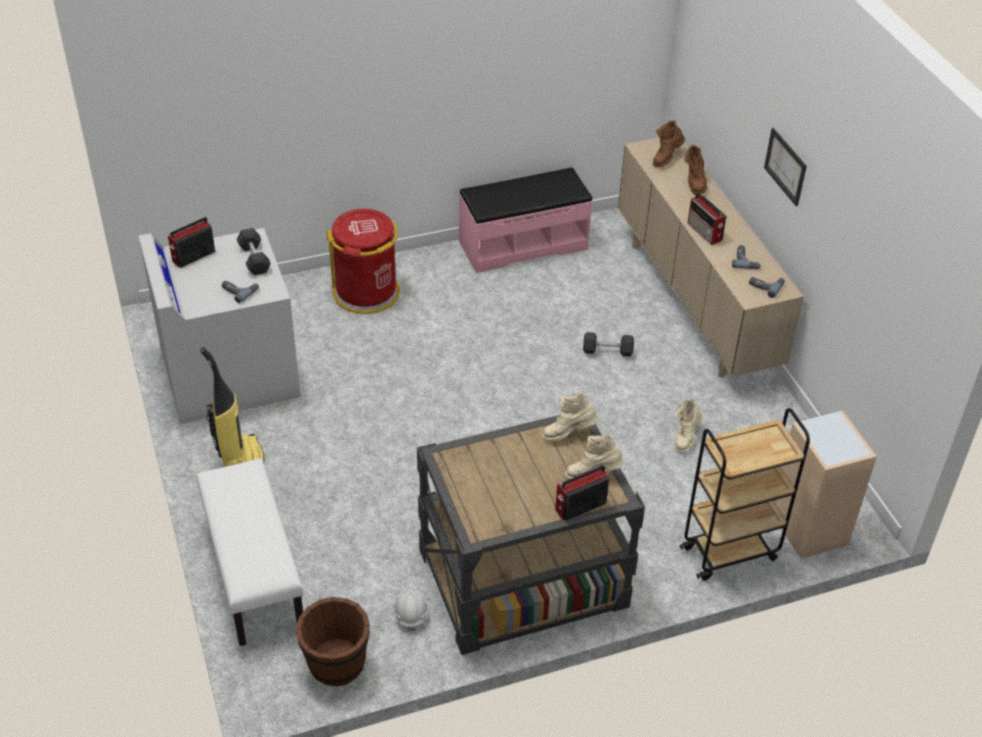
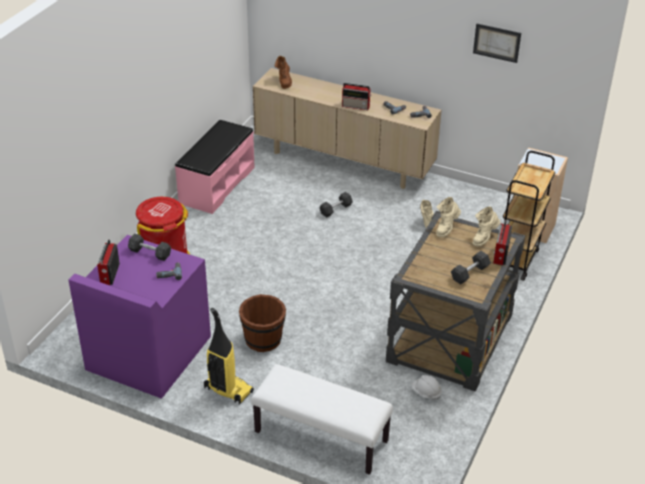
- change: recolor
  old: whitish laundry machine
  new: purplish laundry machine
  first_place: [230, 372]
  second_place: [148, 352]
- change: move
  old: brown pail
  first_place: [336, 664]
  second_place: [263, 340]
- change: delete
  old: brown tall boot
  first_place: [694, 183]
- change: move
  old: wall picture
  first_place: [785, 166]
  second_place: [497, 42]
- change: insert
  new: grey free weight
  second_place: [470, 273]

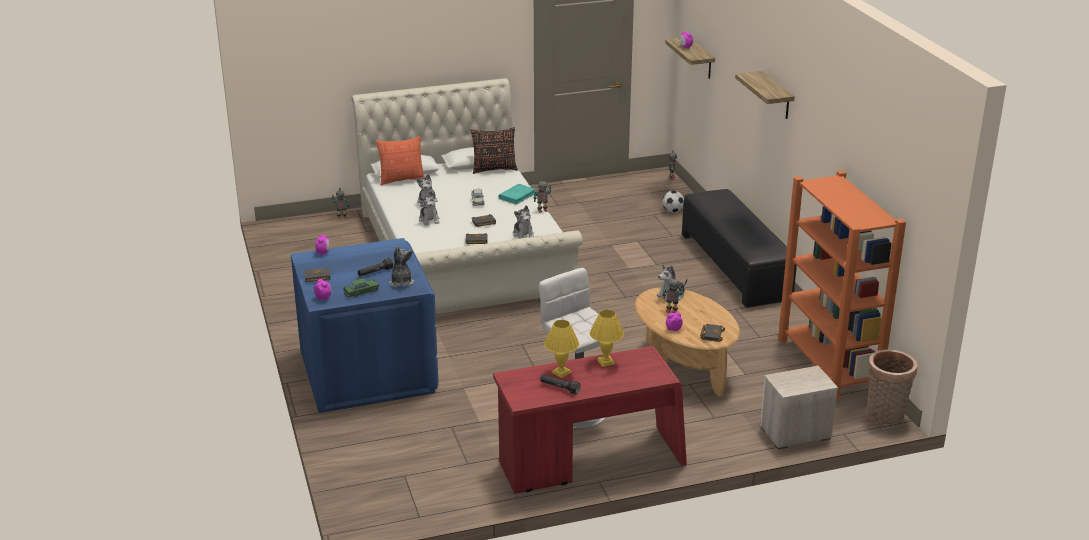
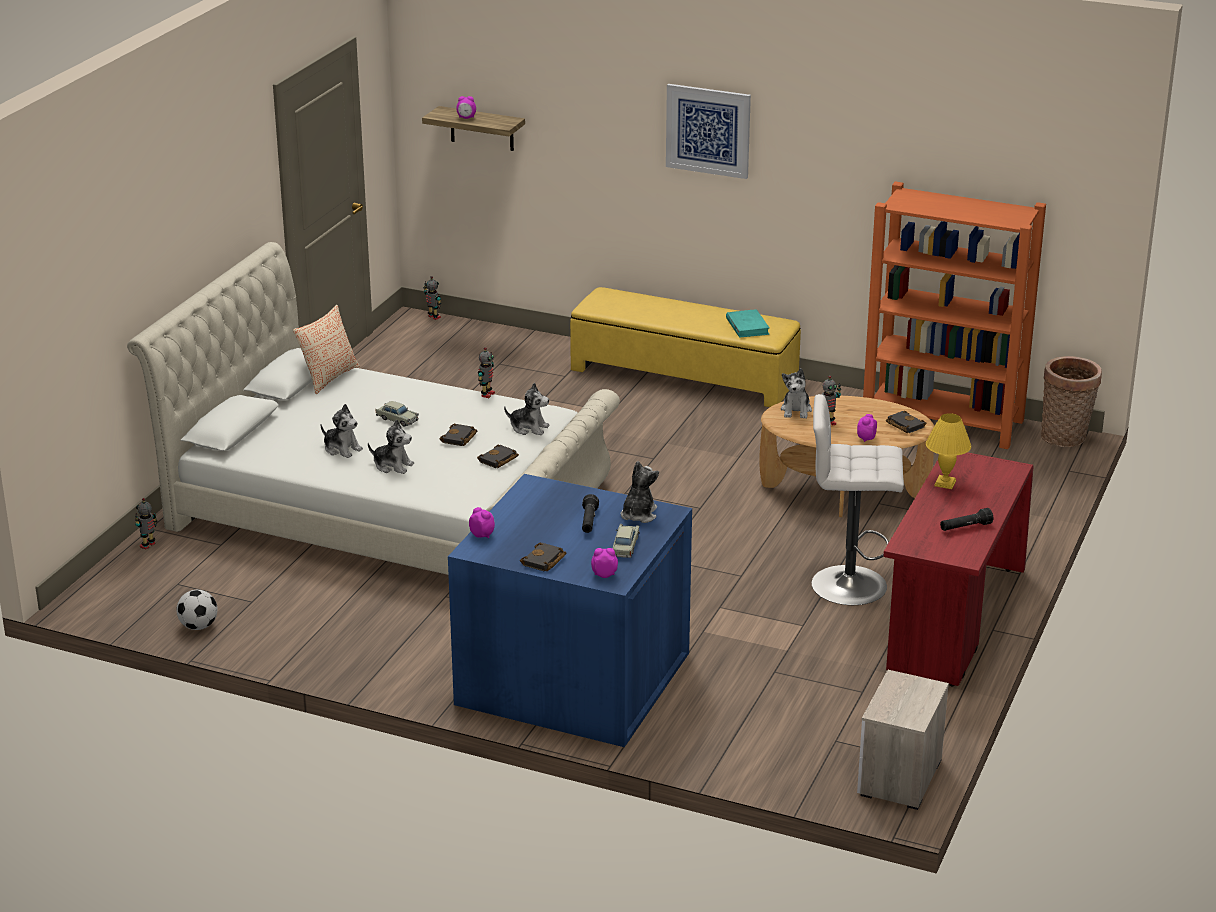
- change: recolor
  old: green miniature car
  new: beige-coloured miniature car
  first_place: [361, 292]
  second_place: [625, 546]
- change: delete
  old: orange throw pillow
  first_place: [402, 180]
- change: rotate
  old: plush toy
  first_place: [401, 282]
  second_place: [638, 515]
  degrees: 75
- change: recolor
  old: black-coloured throw pillow
  new: beige-coloured throw pillow
  first_place: [494, 169]
  second_place: [329, 378]
- change: move
  old: turquoise book
  first_place: [517, 196]
  second_place: [747, 326]
- change: delete
  old: yellow-coloured lamp for a table
  first_place: [561, 373]
- change: move
  old: football ball
  first_place: [672, 211]
  second_place: [198, 626]
- change: recolor
  old: black-coloured bench
  new: yellow-coloured bench
  first_place: [735, 266]
  second_place: [685, 375]
- change: replace
  old: wall shelf
  new: wall picture
  first_place: [776, 96]
  second_place: [708, 130]
- change: move
  old: bedside table
  first_place: [794, 432]
  second_place: [899, 778]

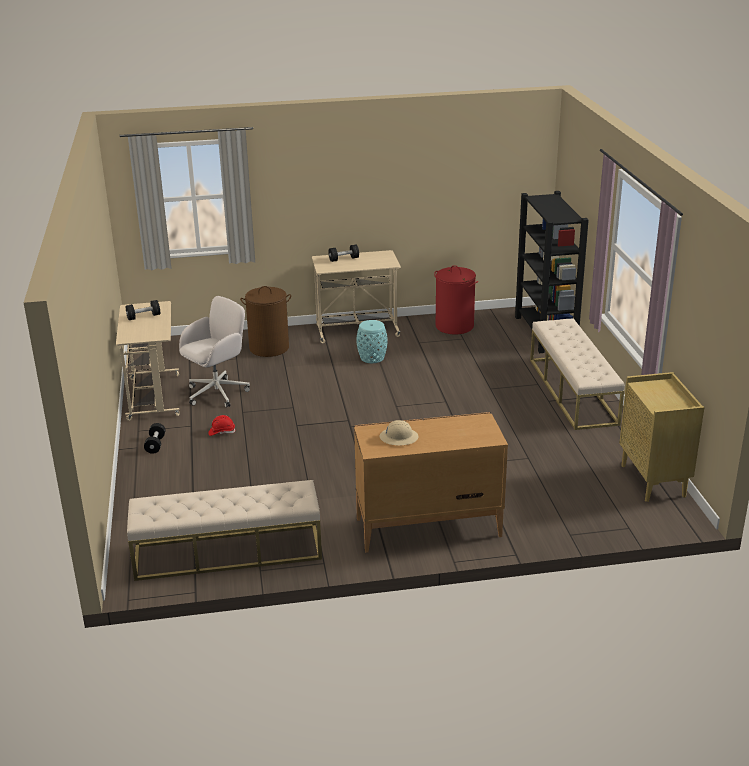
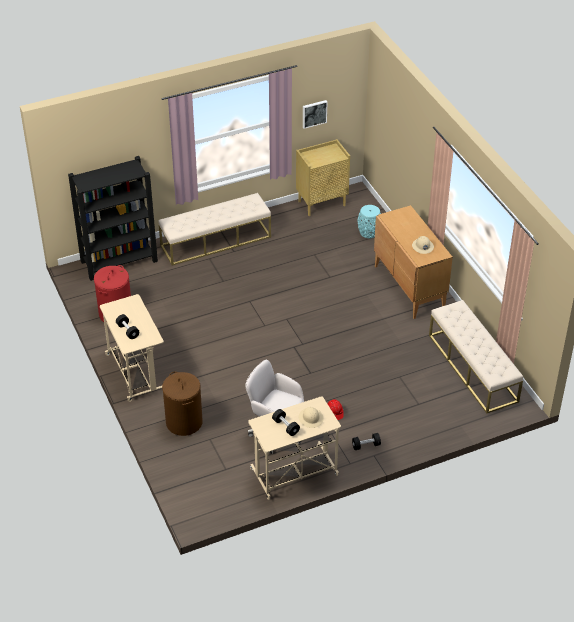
- change: move
  old: turquoise stool seat
  first_place: [372, 358]
  second_place: [369, 232]
- change: insert
  new: beige-coloured work helmet
  second_place: [311, 418]
- change: insert
  new: wall picture
  second_place: [314, 113]

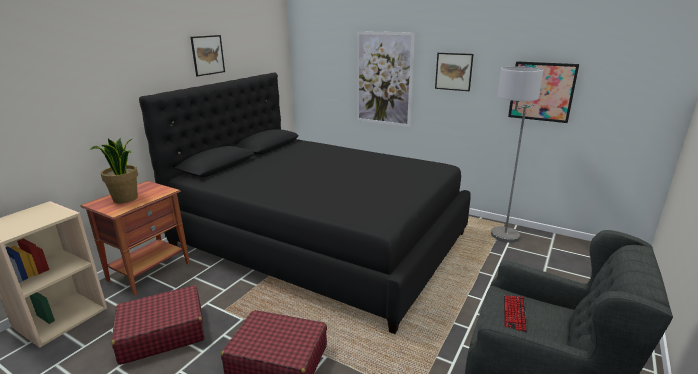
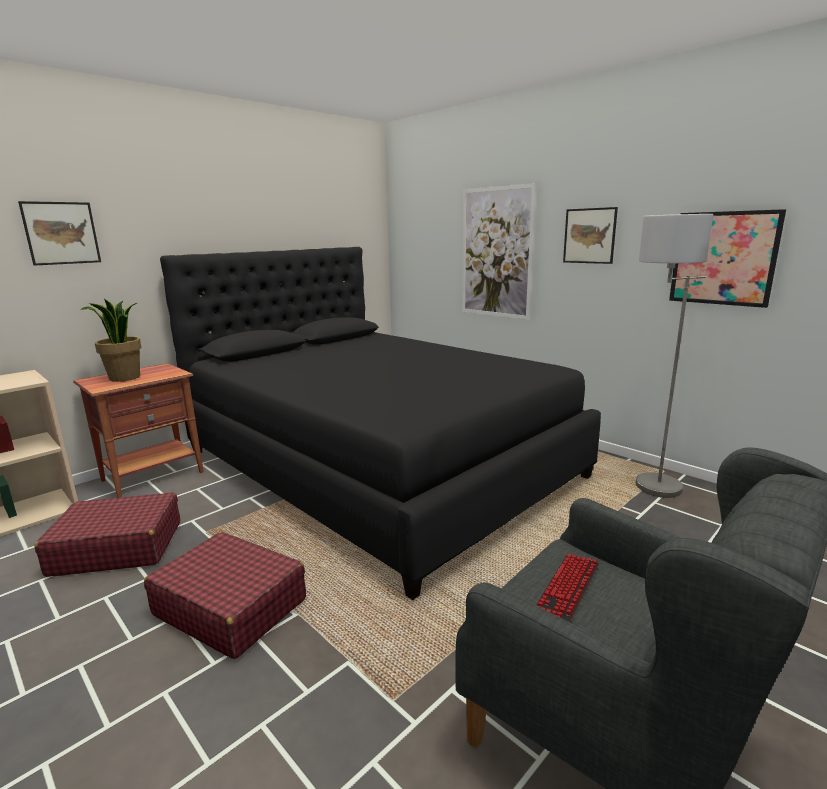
- change: move
  old: wall picture
  first_place: [208, 55]
  second_place: [61, 233]

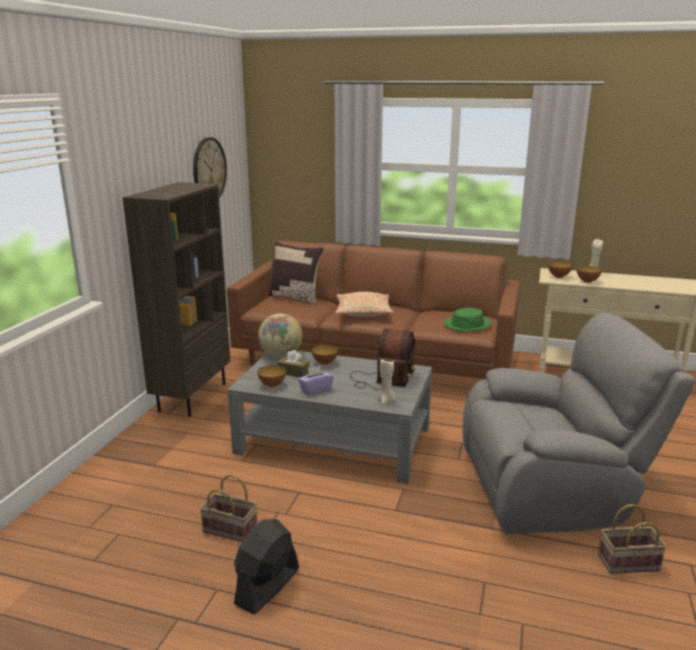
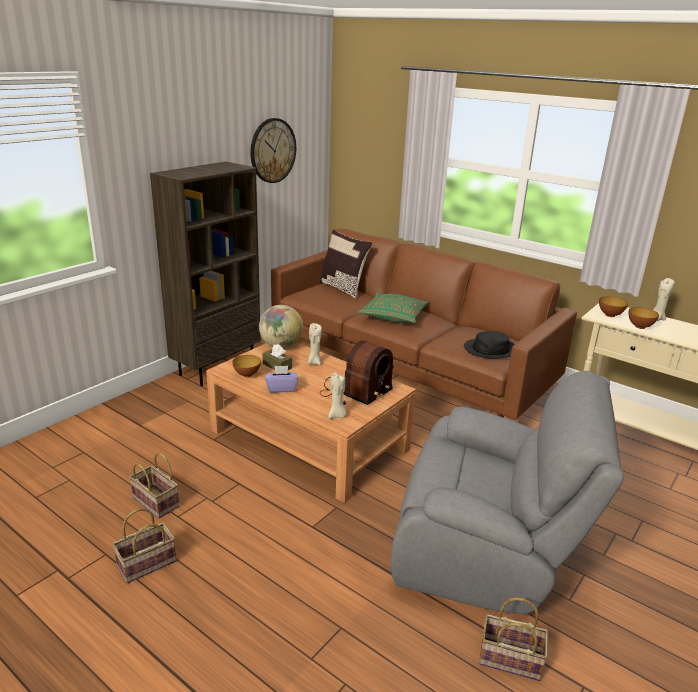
- change: recolor
  old: grey low table
  new: brown low table
  first_place: [335, 440]
  second_place: [309, 440]
- change: replace
  old: black-coloured electric fan
  new: basket
  first_place: [267, 586]
  second_place: [146, 565]
- change: replace
  old: deep dish
  new: beige-coloured candle
  first_place: [325, 363]
  second_place: [314, 362]
- change: recolor
  old: beige-coloured throw pillow
  new: green throw pillow
  first_place: [363, 313]
  second_place: [393, 317]
- change: recolor
  old: green wearable hat
  new: black-coloured wearable hat
  first_place: [467, 324]
  second_place: [490, 349]

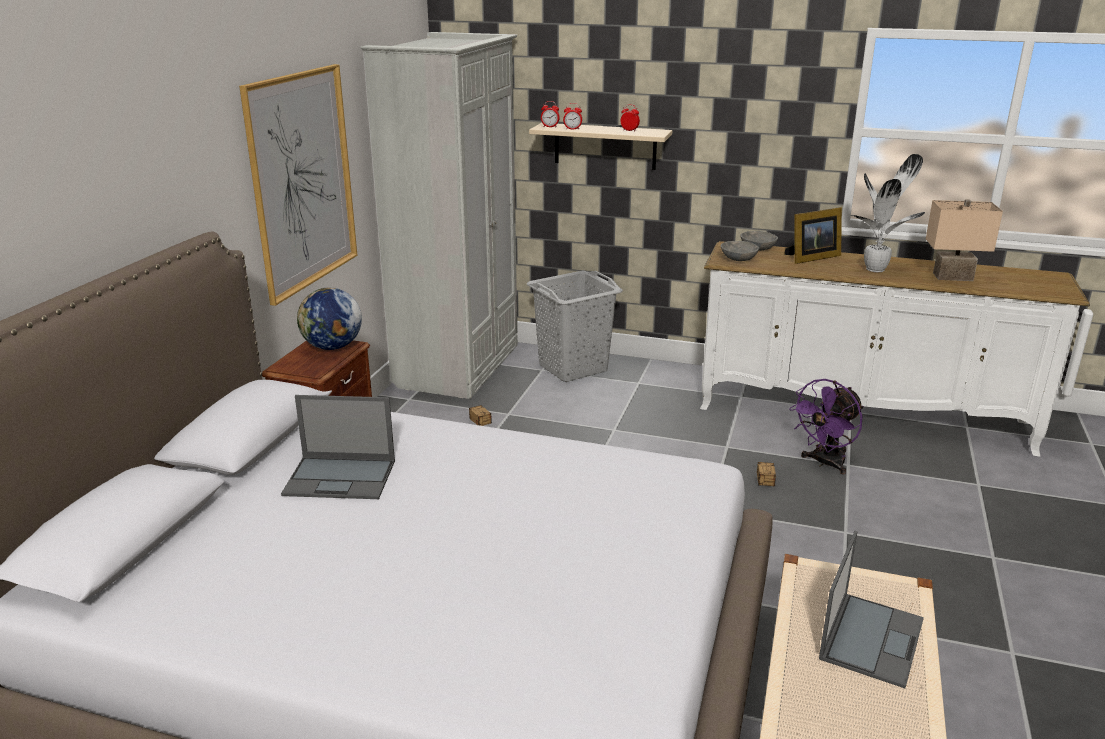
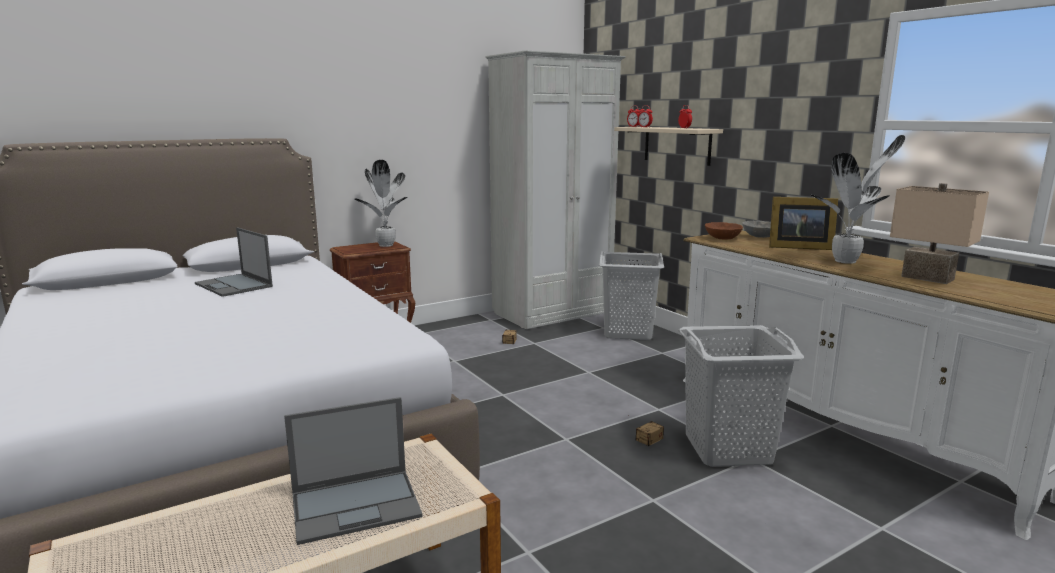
- change: delete
  old: wall picture
  first_place: [303, 181]
- change: replace
  old: globe
  new: plant in a pot
  first_place: [332, 347]
  second_place: [386, 245]
- change: recolor
  old: grey deep dish
  new: brown deep dish
  first_place: [738, 259]
  second_place: [722, 238]
- change: replace
  old: purplish electric fan
  new: grey hamper
  first_place: [824, 463]
  second_place: [729, 449]

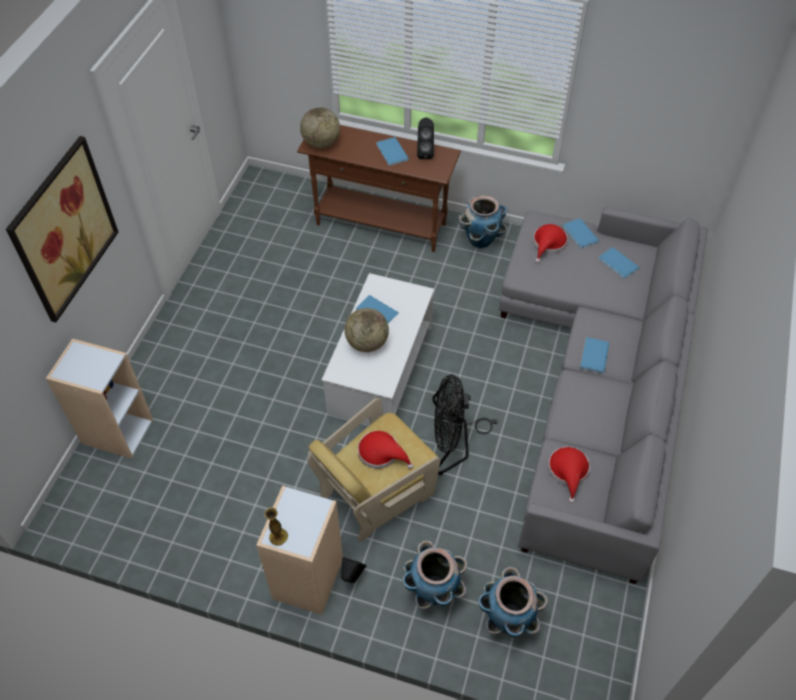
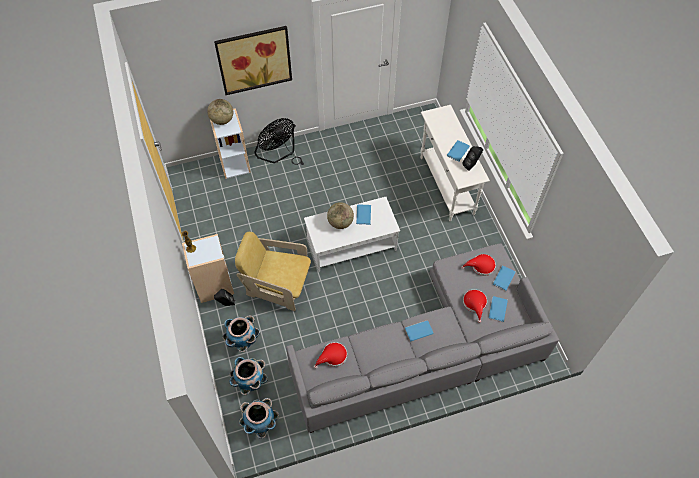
- change: recolor
  old: brown console table
  new: whitish console table
  first_place: [381, 225]
  second_place: [446, 186]
- change: move
  old: globe
  first_place: [321, 143]
  second_place: [222, 120]
- change: move
  old: reddish wearable hat
  first_place: [381, 453]
  second_place: [475, 304]
- change: move
  old: black-coloured electric fan
  first_place: [454, 437]
  second_place: [282, 153]
- change: move
  old: plant pot
  first_place: [480, 240]
  second_place: [261, 424]

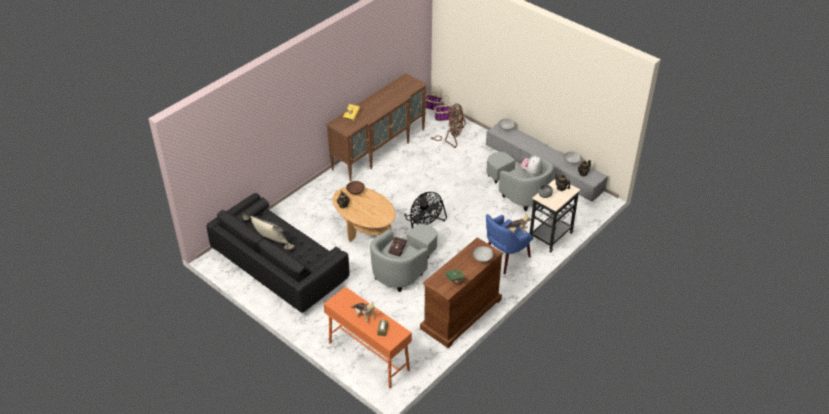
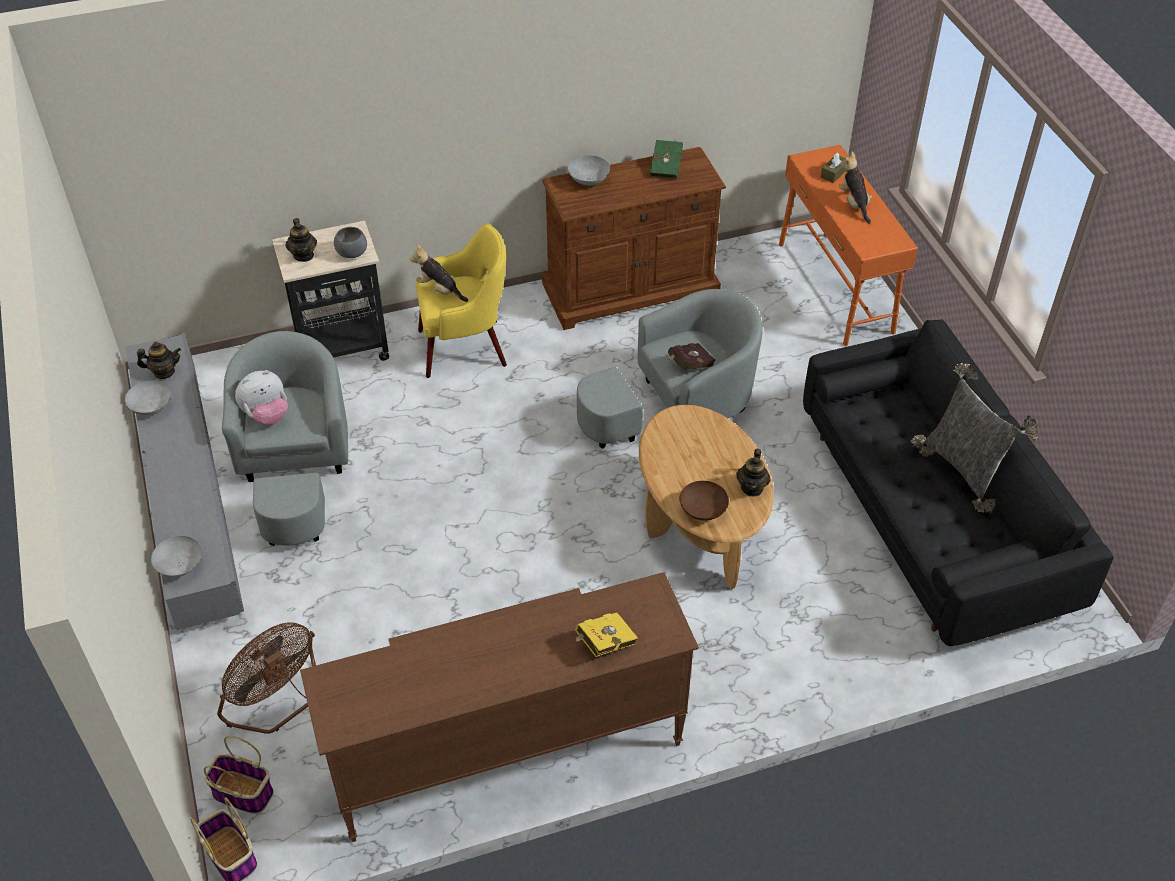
- change: delete
  old: black-coloured electric fan
  first_place: [423, 223]
- change: recolor
  old: blue-coloured easy chair
  new: yellow-coloured easy chair
  first_place: [505, 257]
  second_place: [465, 347]

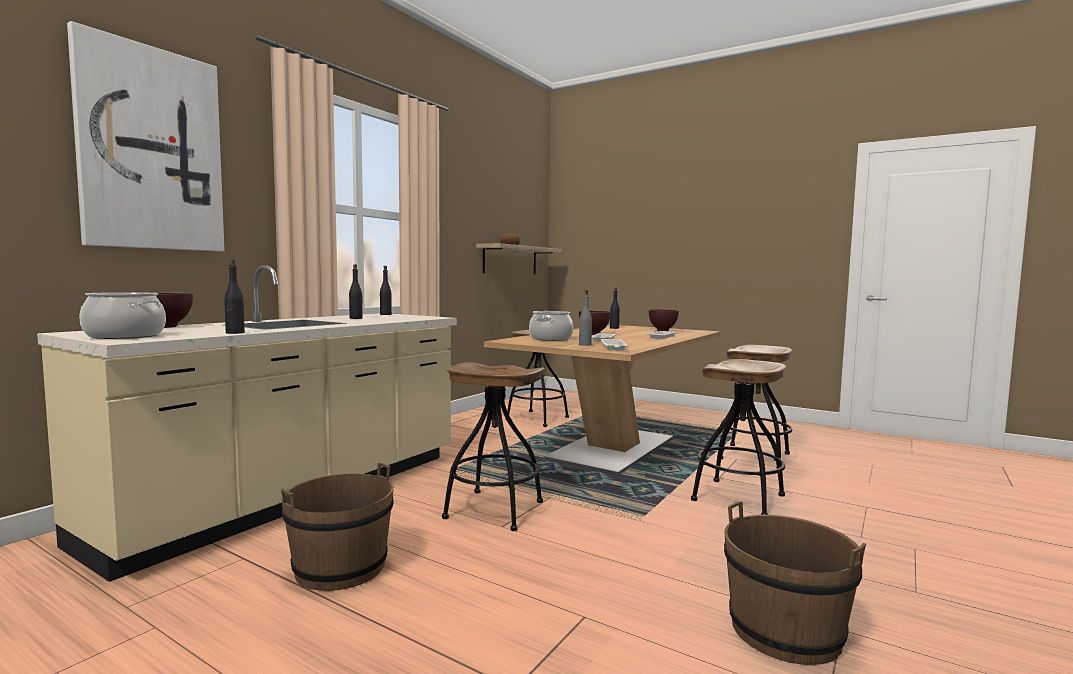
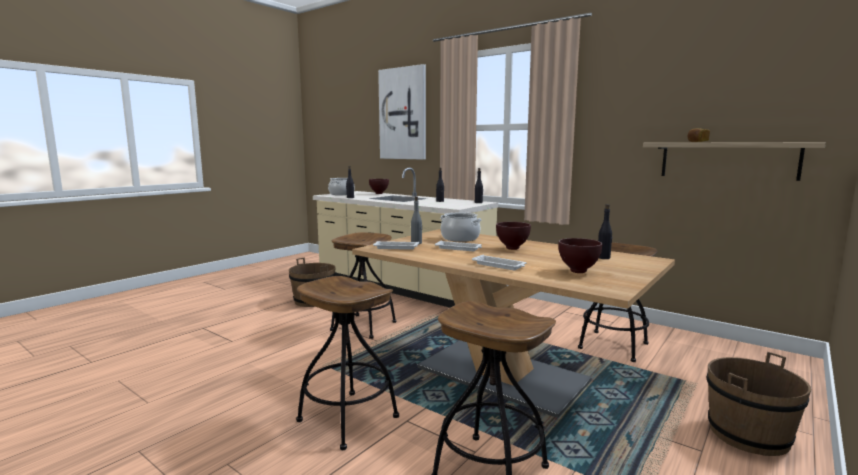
- change: move
  old: brown pail
  first_place: [785, 631]
  second_place: [748, 434]

